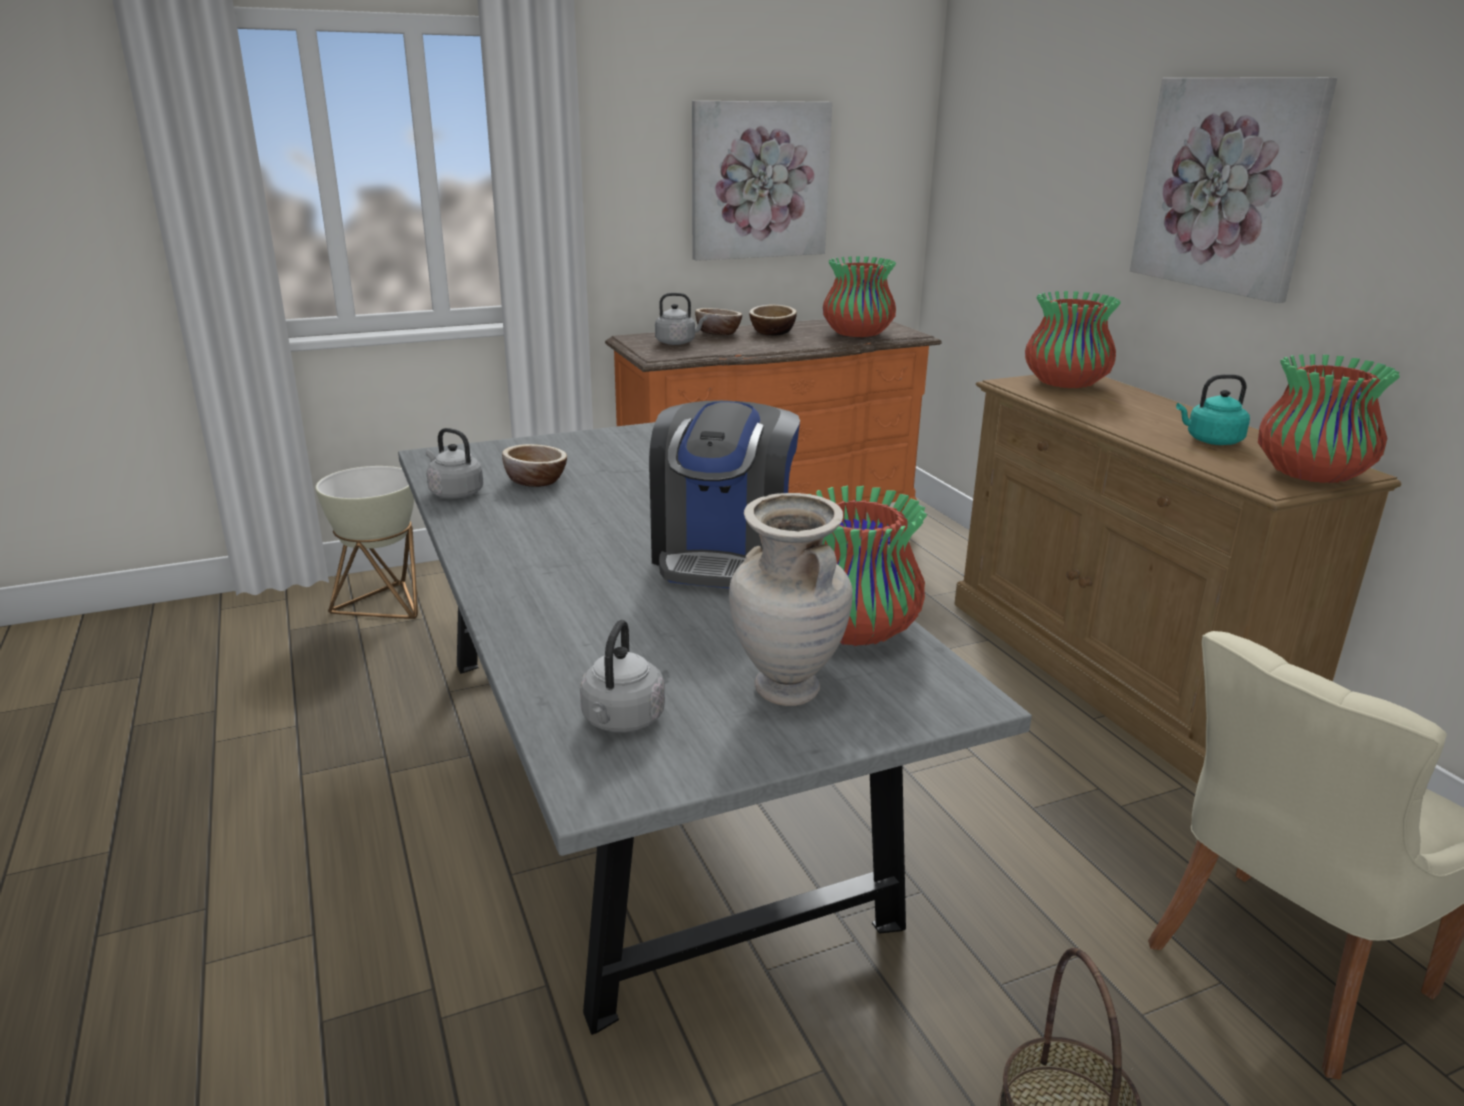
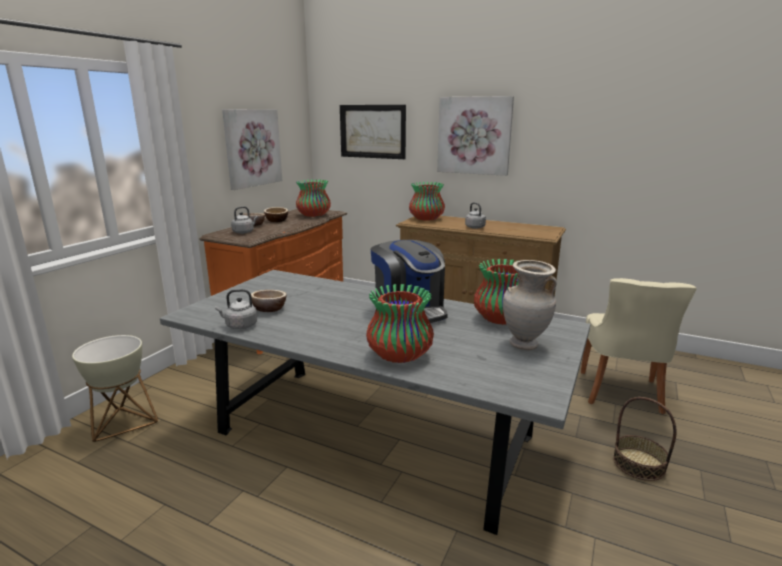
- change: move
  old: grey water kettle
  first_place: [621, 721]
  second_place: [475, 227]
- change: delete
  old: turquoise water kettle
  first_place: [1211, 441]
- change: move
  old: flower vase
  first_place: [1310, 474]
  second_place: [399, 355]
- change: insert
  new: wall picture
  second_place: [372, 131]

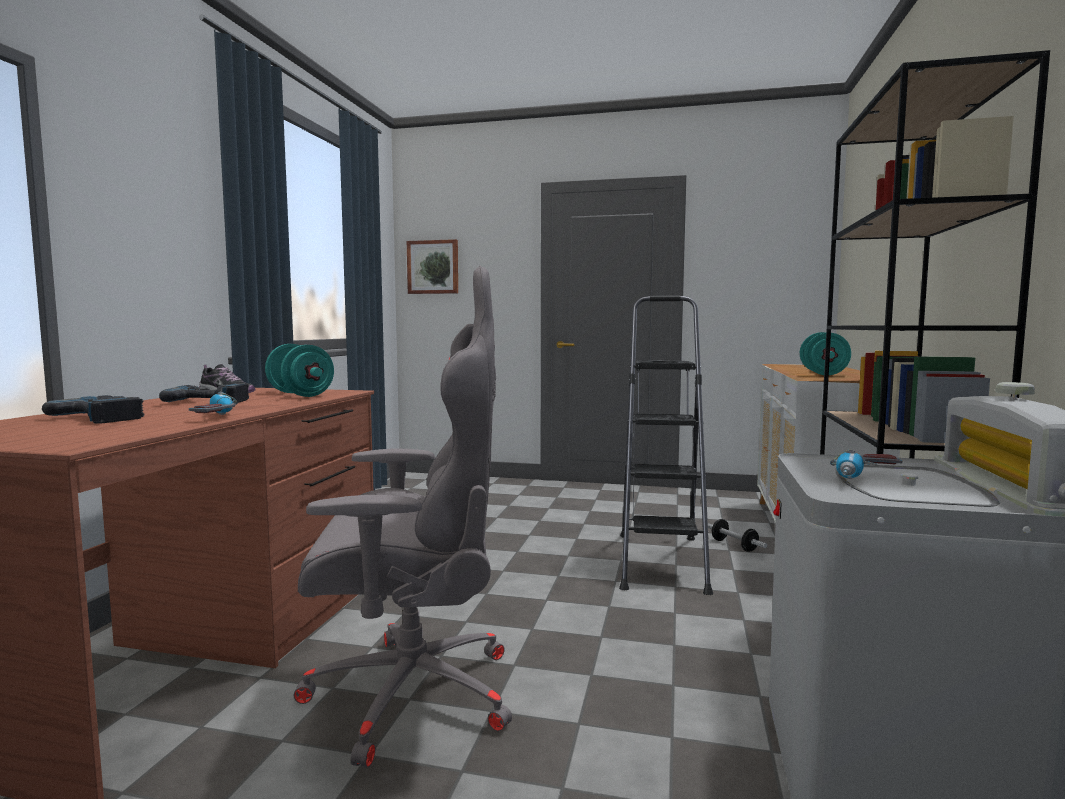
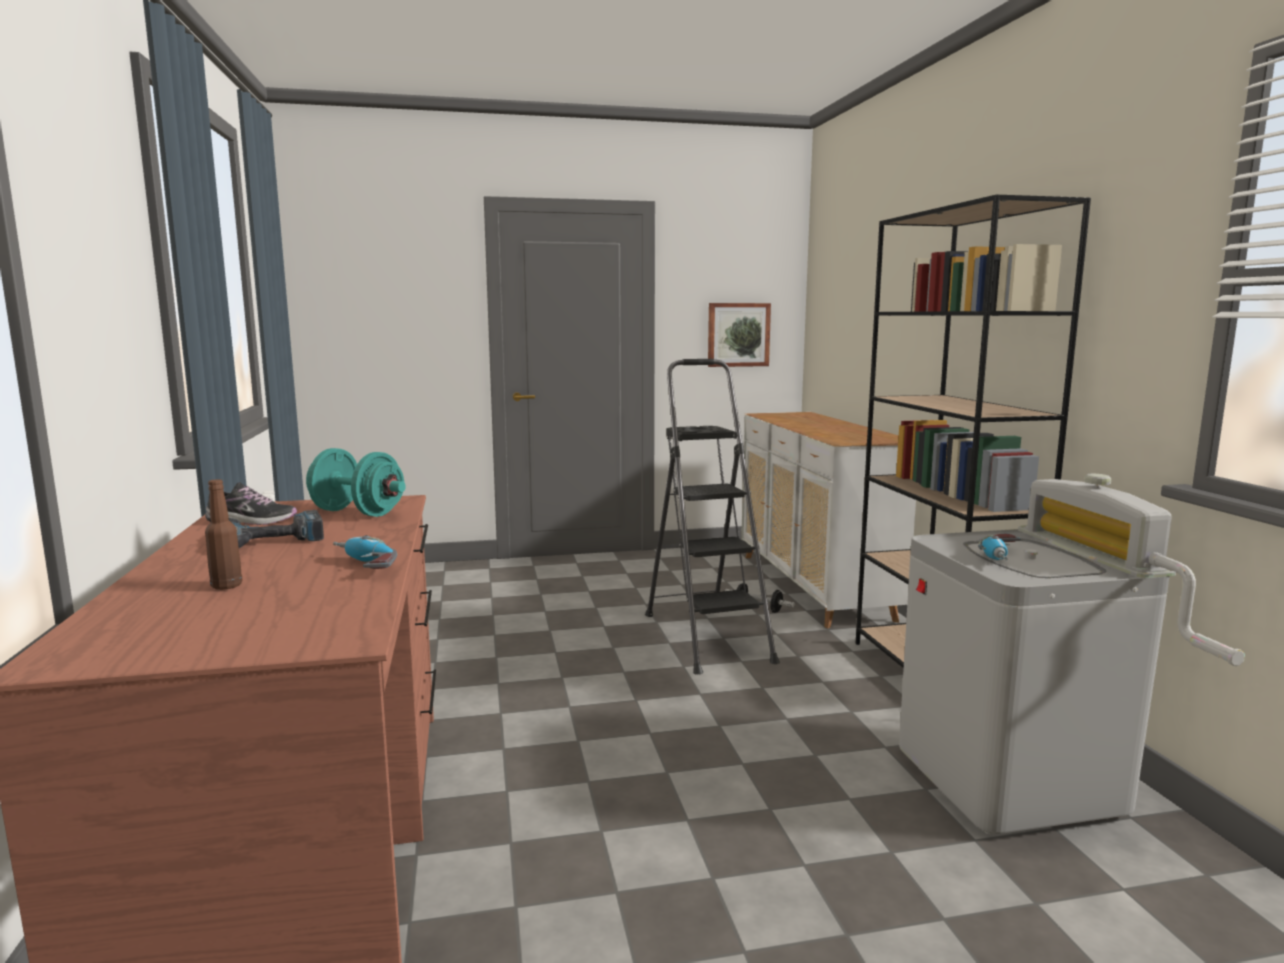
- change: replace
  old: electric drill
  new: brown drink bottle
  first_place: [107, 417]
  second_place: [227, 586]
- change: delete
  old: grey computer chair
  first_place: [409, 694]
- change: move
  old: wall picture
  first_place: [433, 267]
  second_place: [738, 334]
- change: delete
  old: turquoise free weight
  first_place: [823, 373]

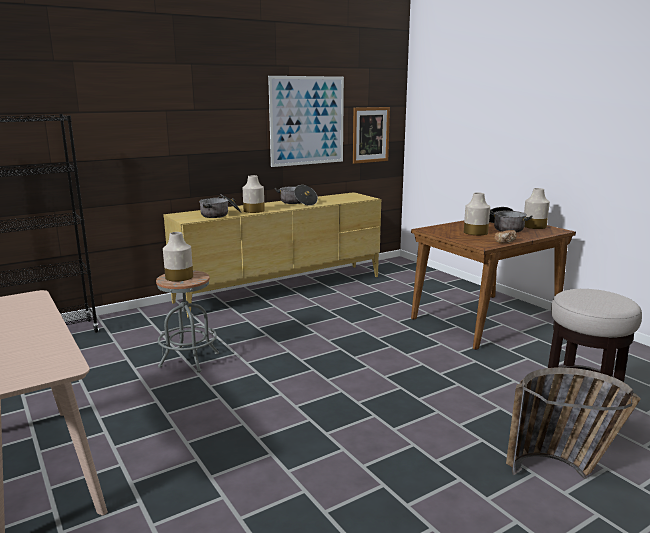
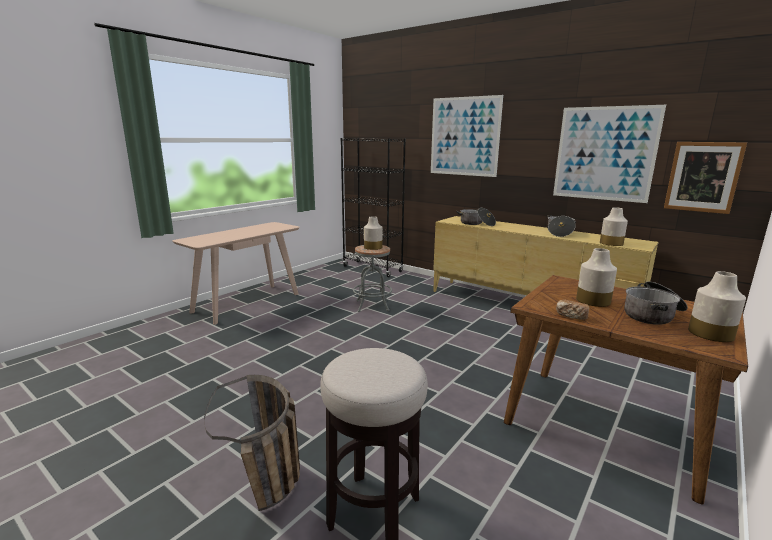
- change: move
  old: beige-coloured flower vase
  first_place: [253, 210]
  second_place: [611, 243]
- change: insert
  new: wall picture
  second_place: [464, 136]

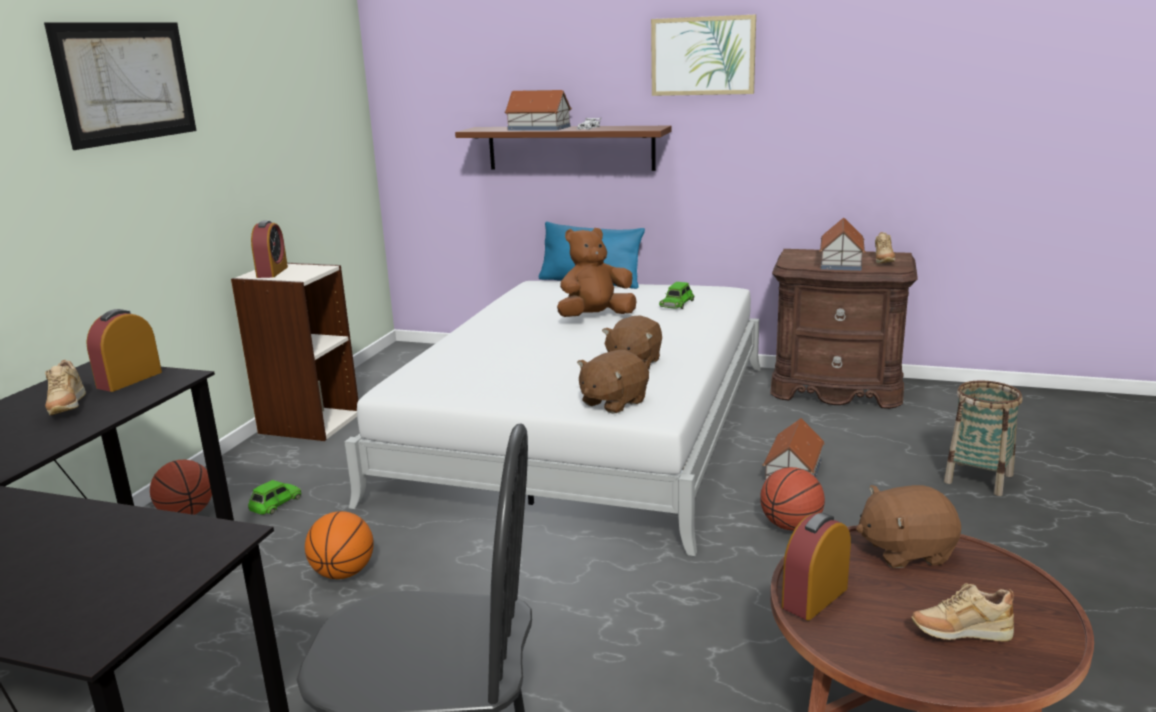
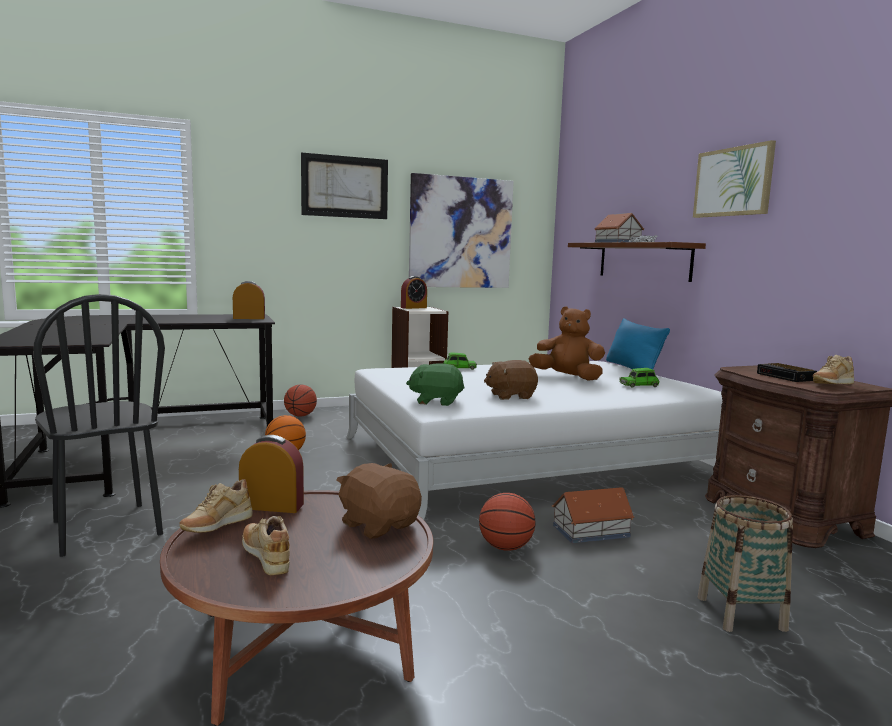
- change: move
  old: beige-coloured item of footwear
  first_place: [67, 408]
  second_place: [216, 527]
- change: move
  old: green miniature car
  first_place: [275, 504]
  second_place: [459, 368]
- change: recolor
  old: brown plush toy
  new: green plush toy
  first_place: [613, 402]
  second_place: [436, 401]
- change: replace
  old: model house
  new: table clock
  first_place: [841, 262]
  second_place: [786, 377]
- change: insert
  new: wall picture
  second_place: [460, 233]

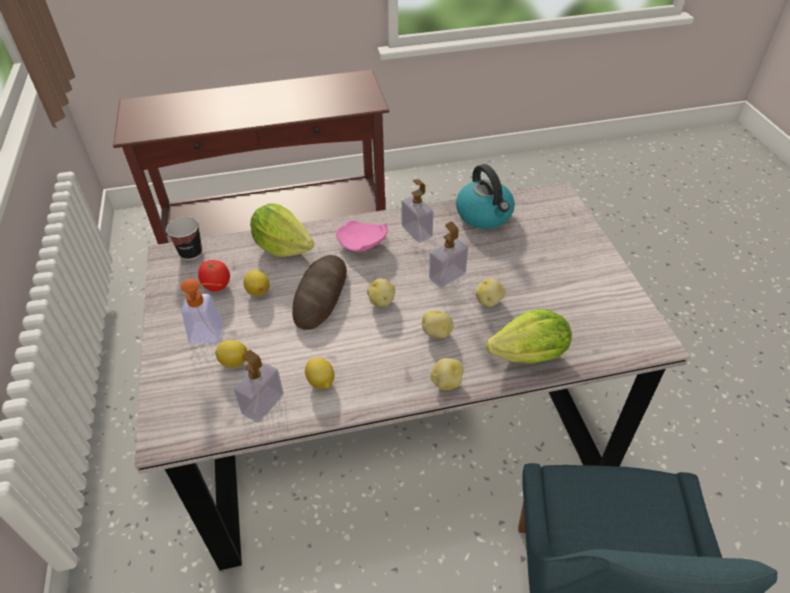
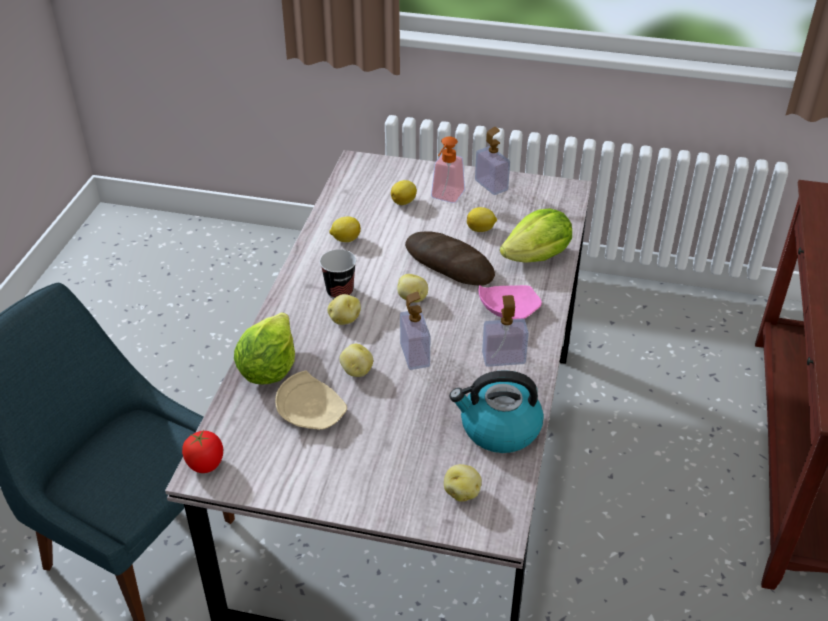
- change: move
  old: cup
  first_place: [191, 253]
  second_place: [339, 291]
- change: move
  old: whole tomato
  first_place: [216, 286]
  second_place: [206, 464]
- change: move
  old: liquid soap bottle
  first_place: [263, 404]
  second_place: [491, 185]
- change: move
  old: whole potato
  first_place: [446, 382]
  second_place: [462, 492]
- change: insert
  new: beige-coloured plate
  second_place: [312, 413]

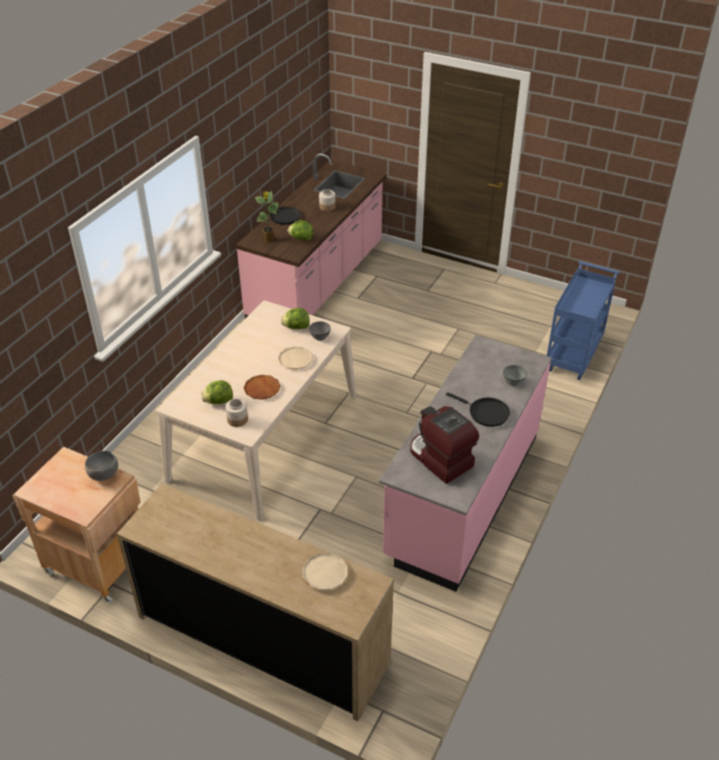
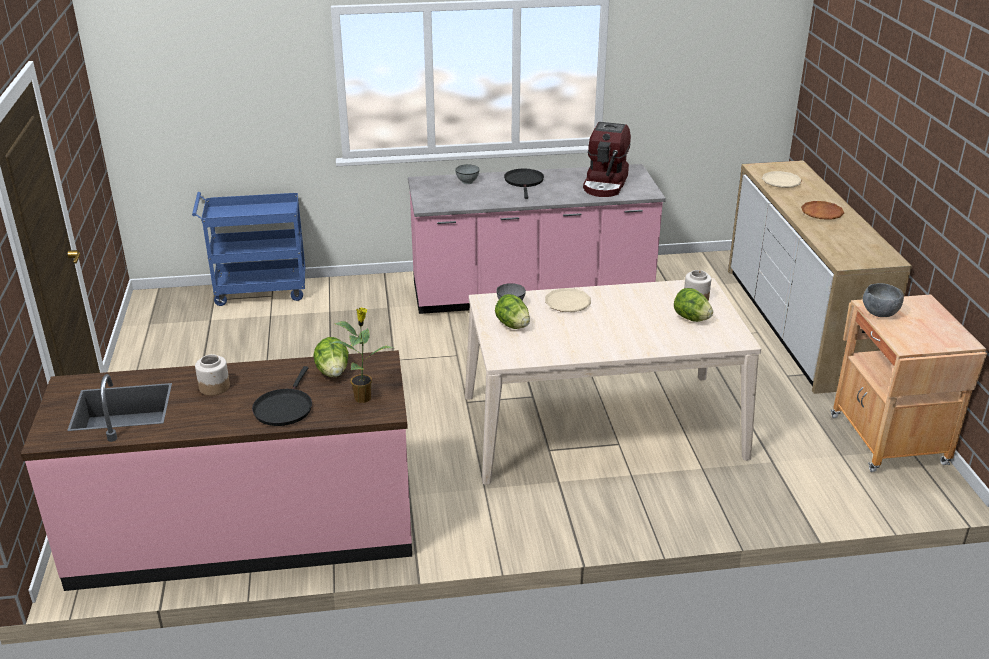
- change: move
  old: brown plate
  first_place: [262, 389]
  second_place: [821, 213]

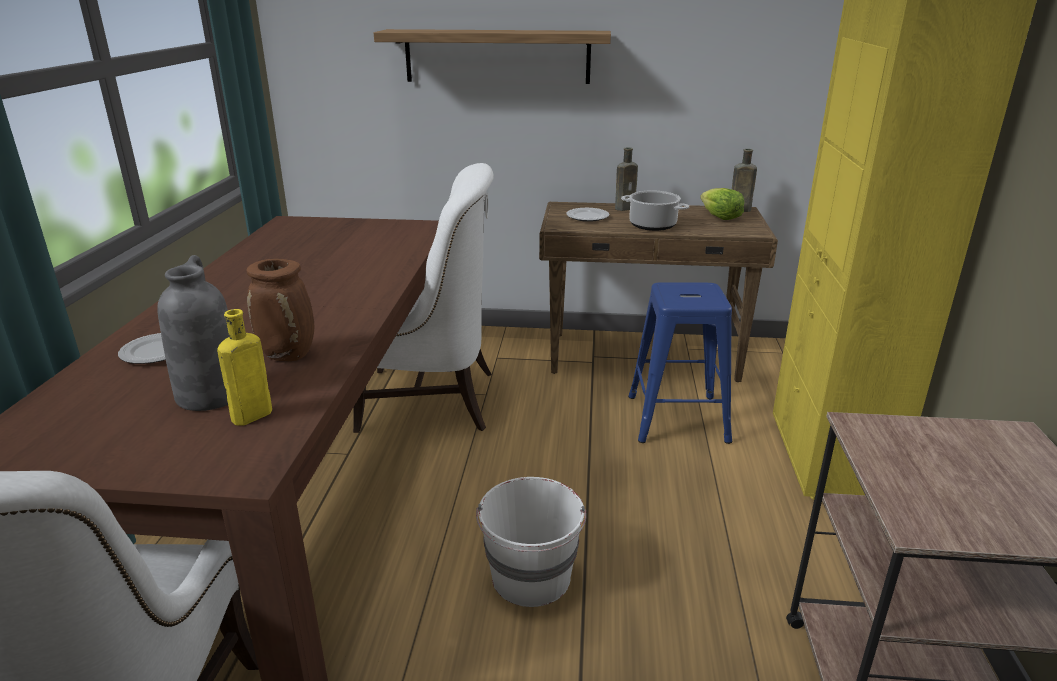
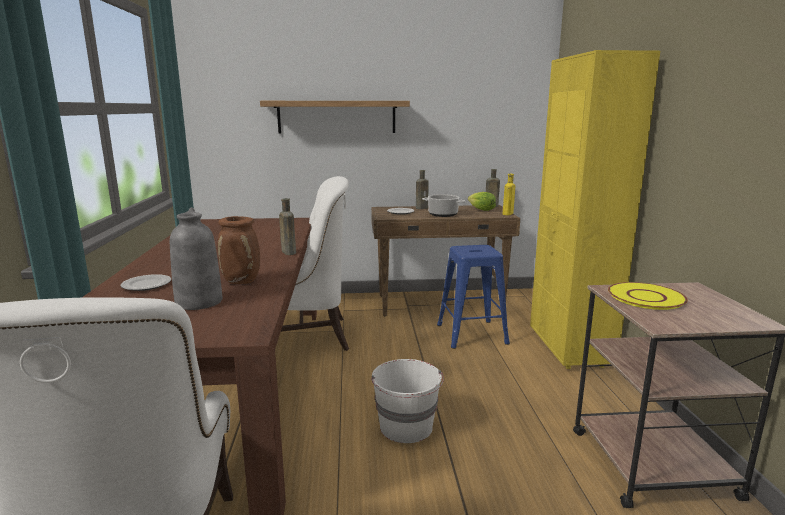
- change: move
  old: yellow-coloured drink bottle
  first_place: [249, 417]
  second_place: [507, 214]
- change: insert
  new: brown drink bottle
  second_place: [288, 252]
- change: insert
  new: yellow-coloured plate
  second_place: [646, 297]

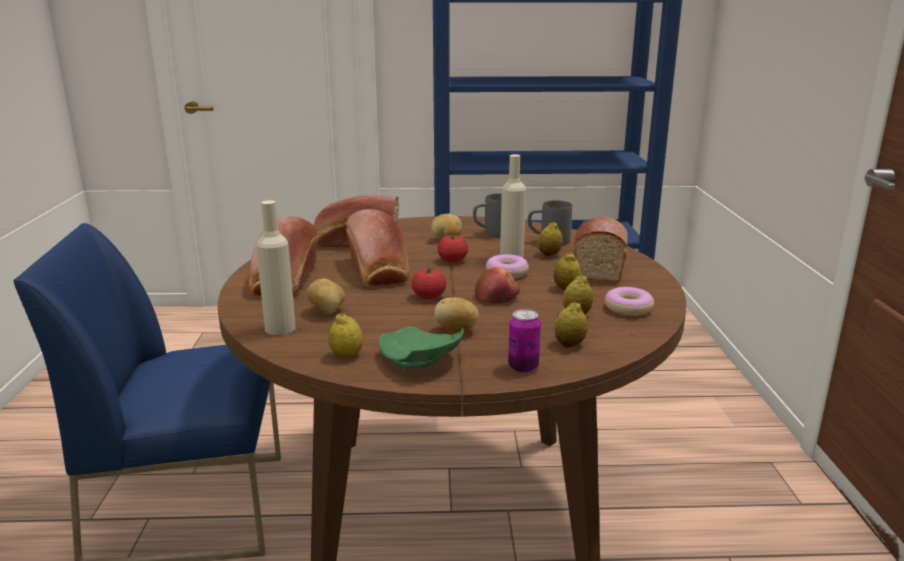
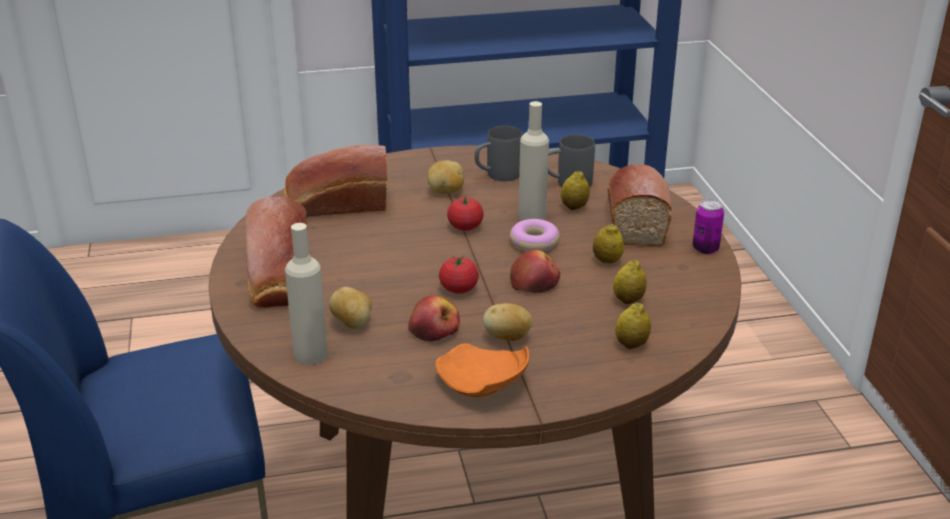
- change: delete
  old: citrus fruit
  first_place: [346, 355]
- change: delete
  old: bakery bread
  first_place: [378, 271]
- change: recolor
  old: green plate
  new: orange plate
  first_place: [418, 361]
  second_place: [482, 385]
- change: move
  old: sealed can
  first_place: [523, 367]
  second_place: [705, 249]
- change: delete
  old: ring doughnut
  first_place: [628, 308]
- change: insert
  new: apple fruit
  second_place: [434, 330]

